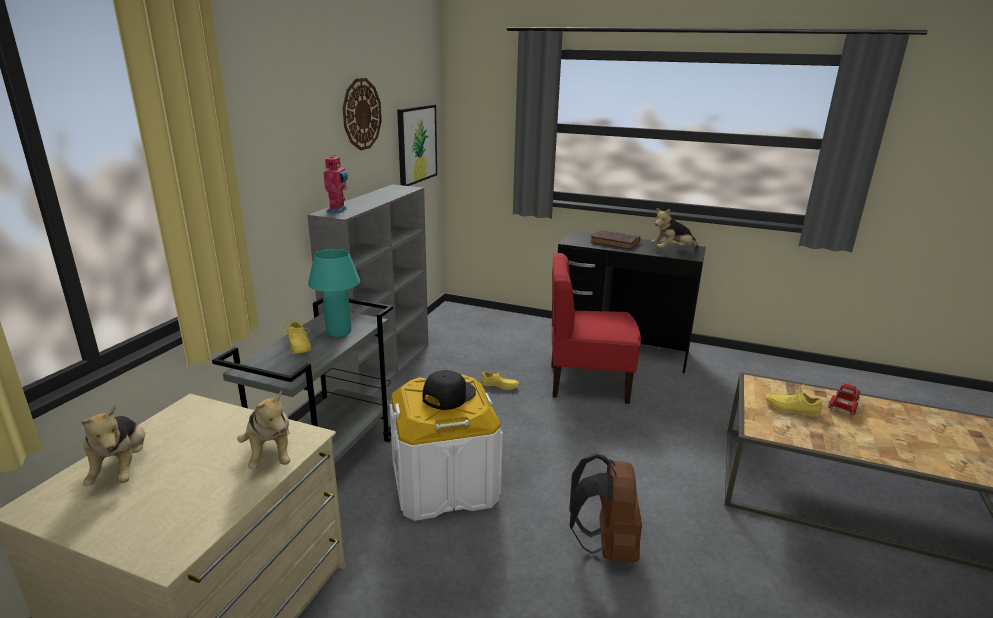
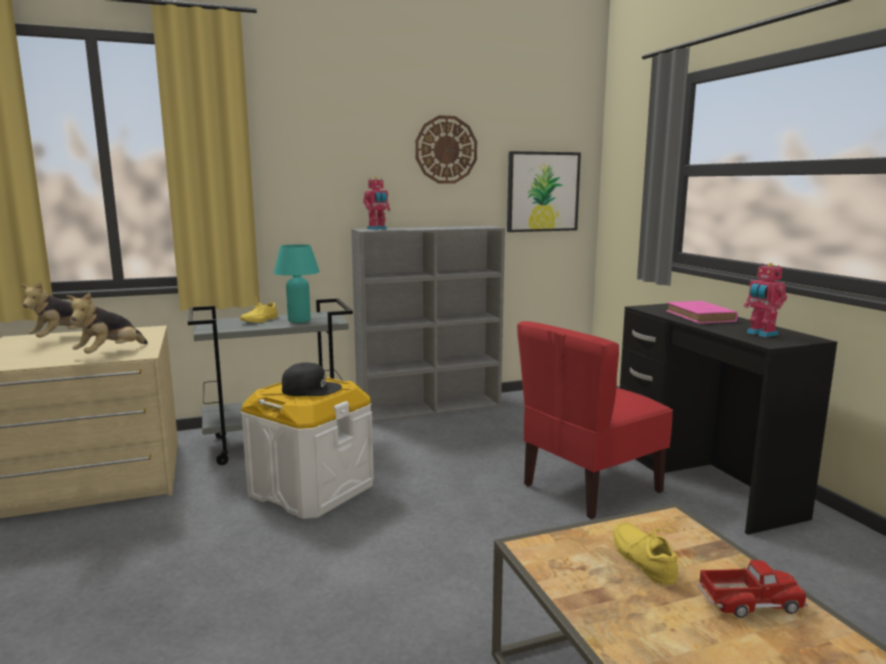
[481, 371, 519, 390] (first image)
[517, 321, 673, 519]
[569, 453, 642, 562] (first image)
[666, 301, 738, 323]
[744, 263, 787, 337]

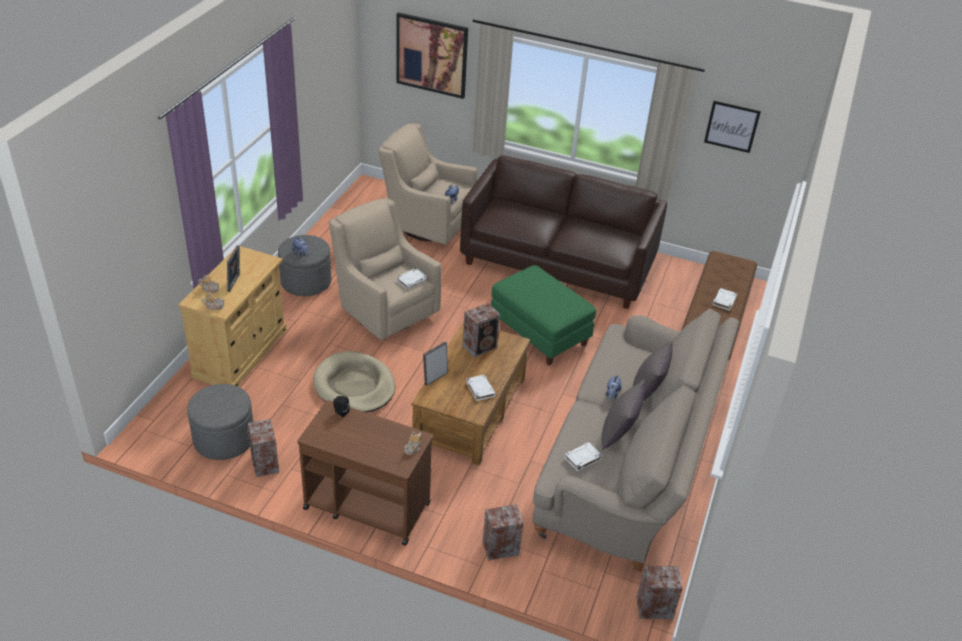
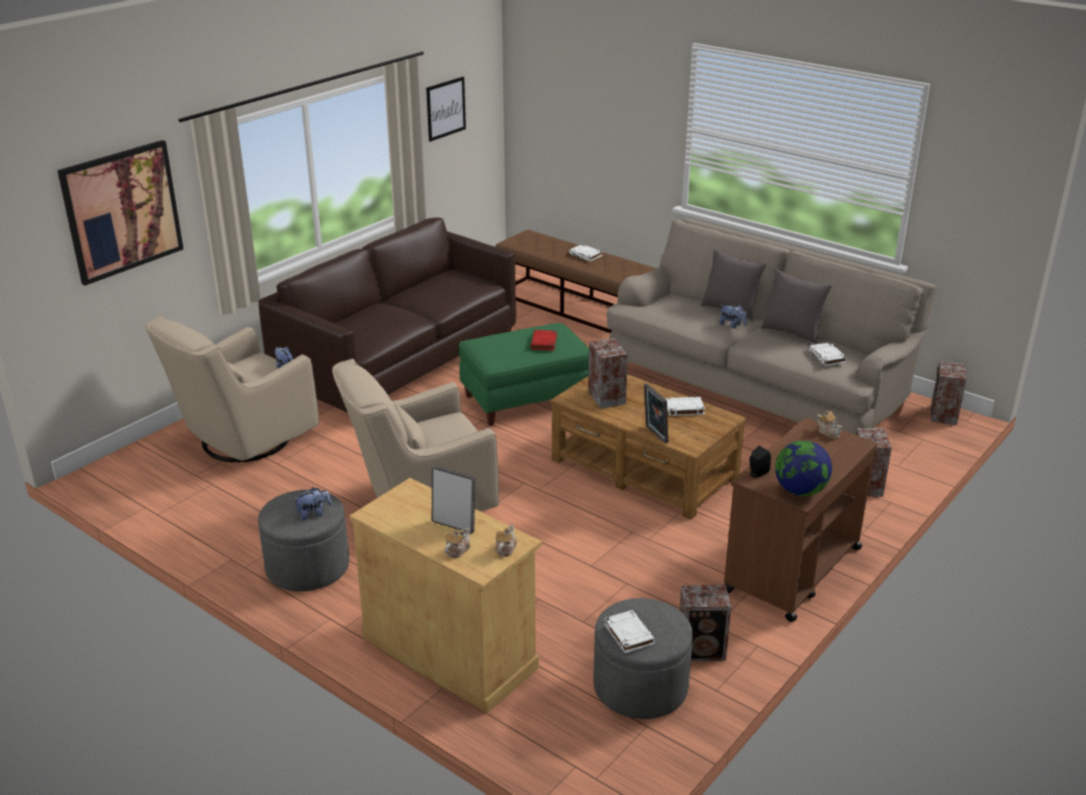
[313, 351, 395, 413] (first image)
[604, 610, 656, 653]
[531, 330, 557, 351]
[775, 440, 832, 496]

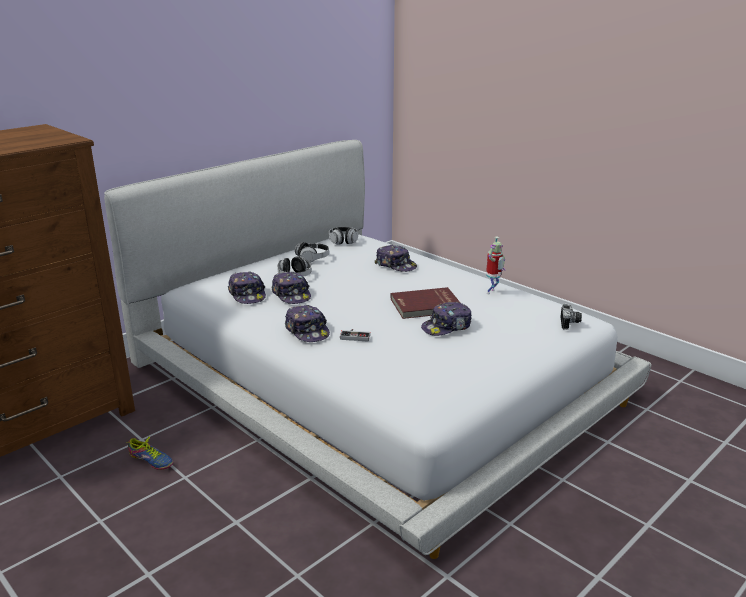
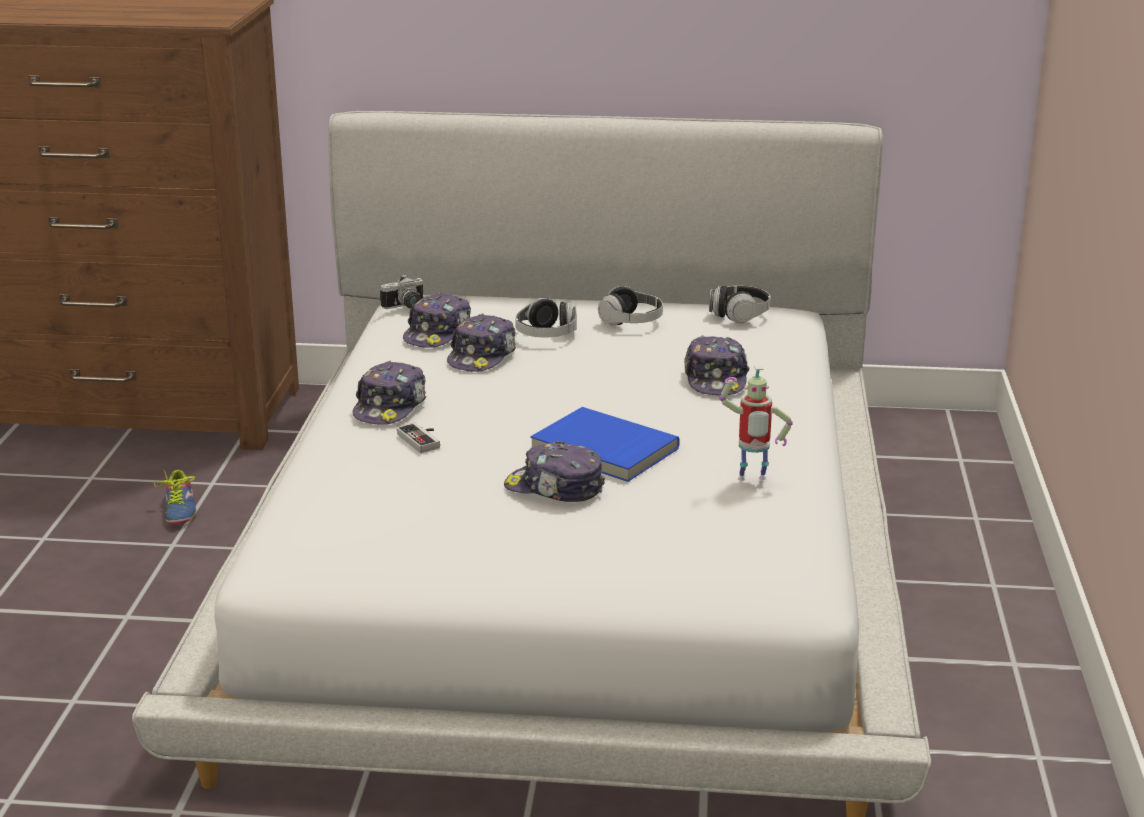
[530, 407, 680, 482]
[380, 274, 423, 309]

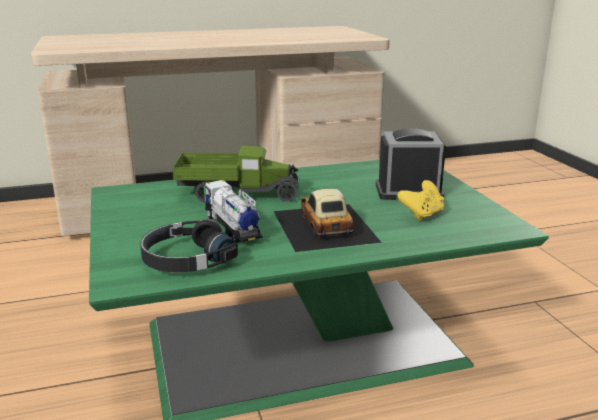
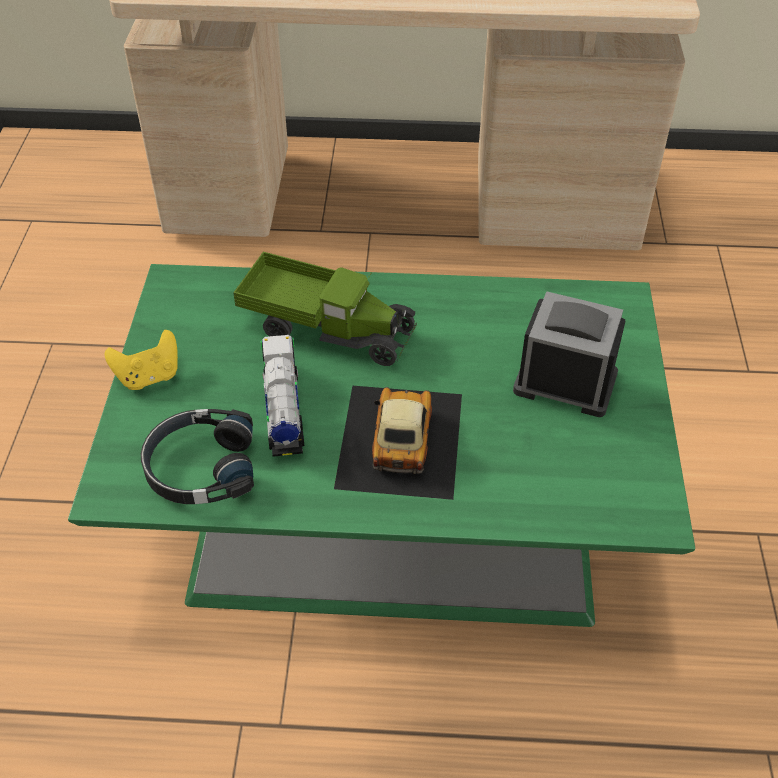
[105, 330, 178, 390]

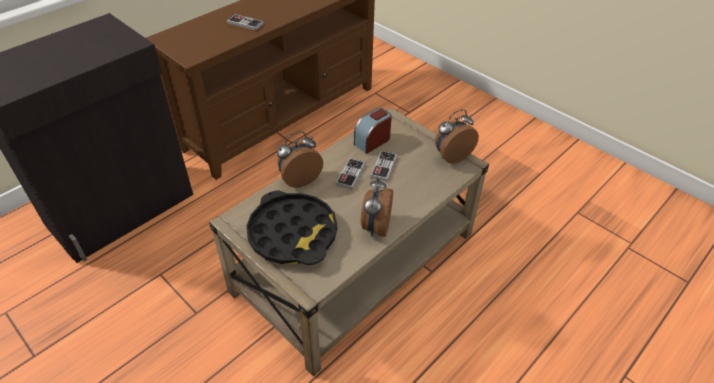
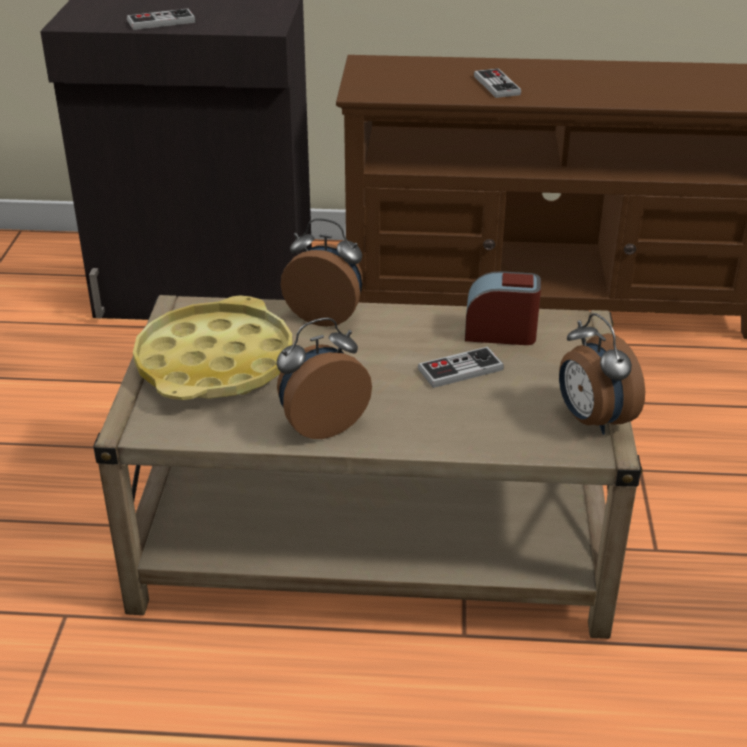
[133, 296, 293, 400]
[127, 9, 196, 30]
[559, 313, 645, 435]

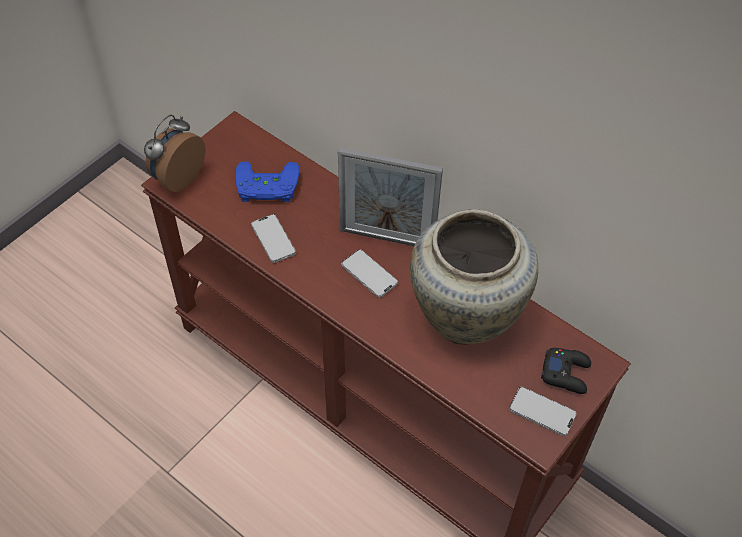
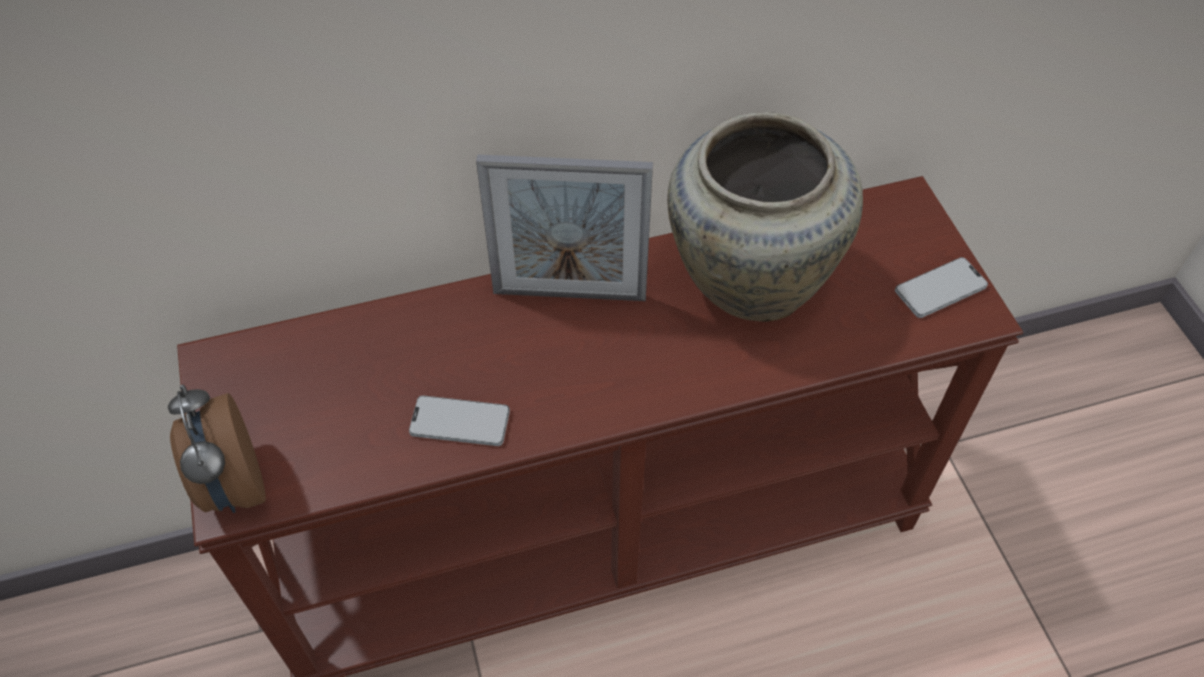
[235, 162, 299, 202] (first image)
[476, 155, 653, 301]
[341, 249, 398, 298] (first image)
[541, 348, 591, 394] (first image)

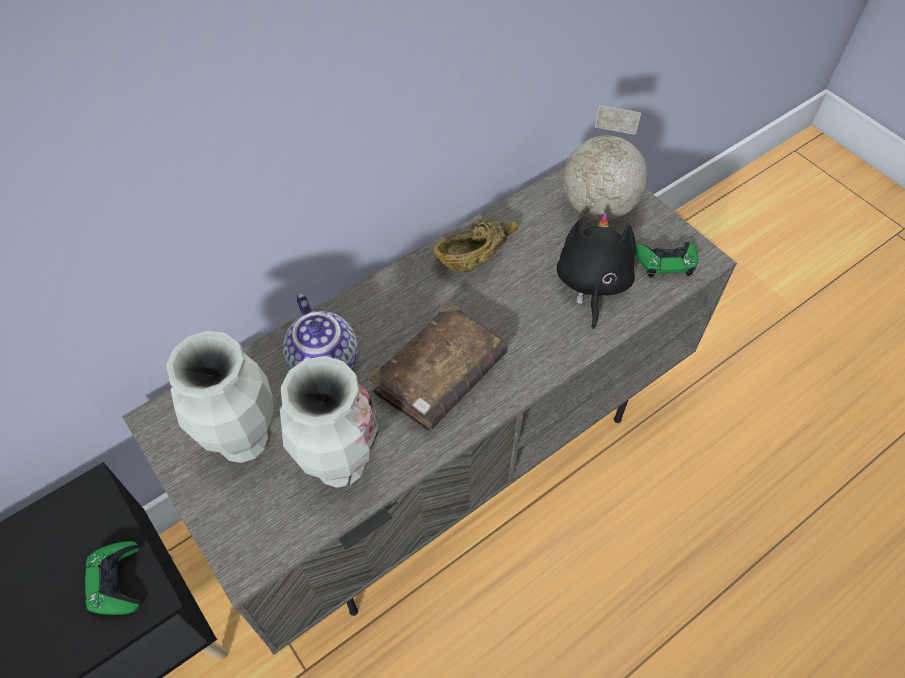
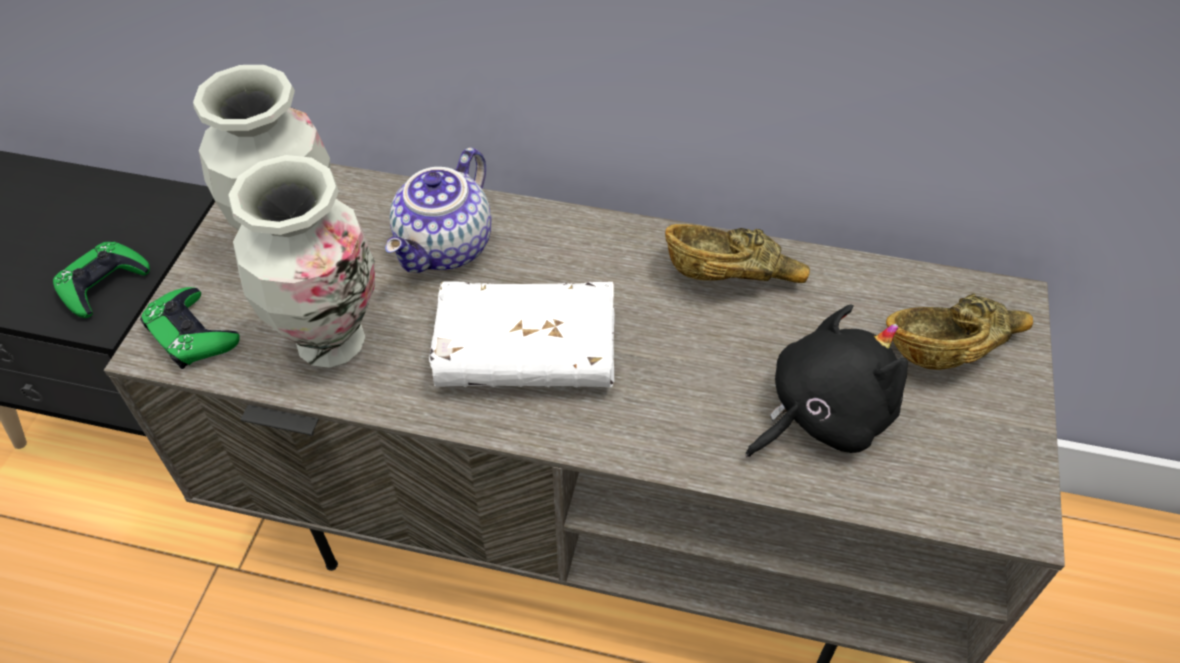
[429, 281, 615, 388]
[886, 294, 1033, 370]
[140, 287, 240, 369]

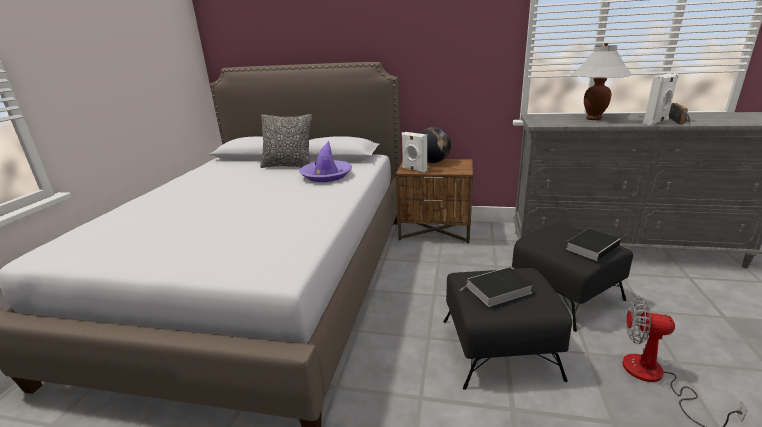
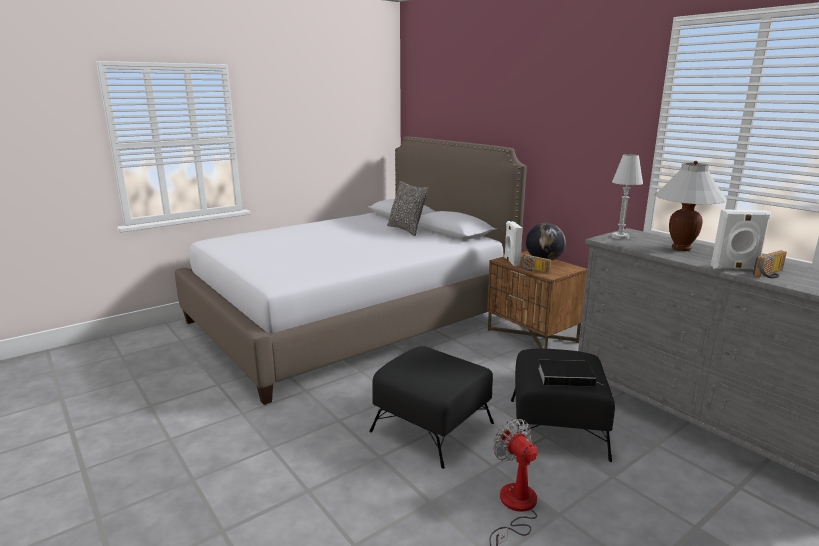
[299, 141, 352, 182] (first image)
[460, 267, 533, 307] (first image)
[520, 254, 552, 273]
[612, 154, 643, 239]

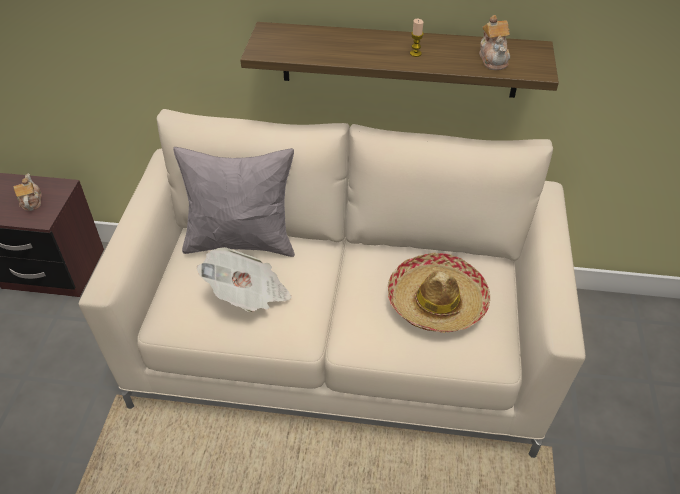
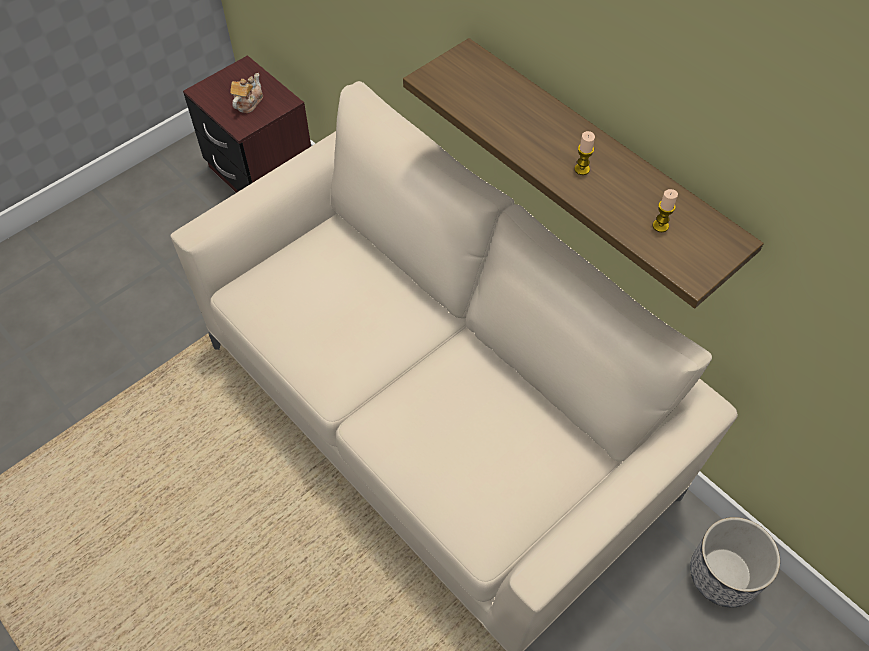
[173, 147, 295, 257] (first image)
[197, 247, 292, 312] (first image)
[388, 253, 490, 333] (first image)
[653, 189, 678, 232]
[690, 517, 780, 607]

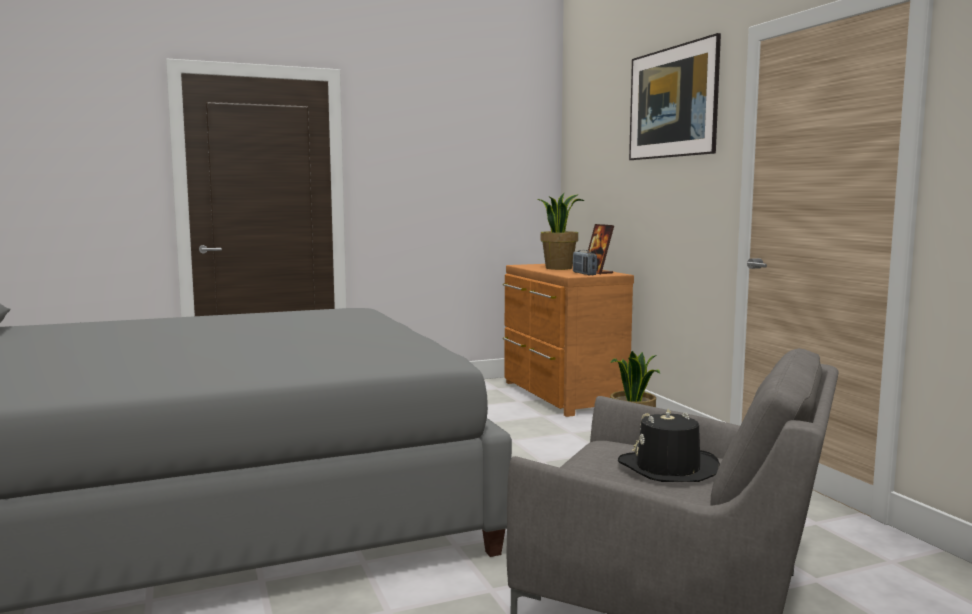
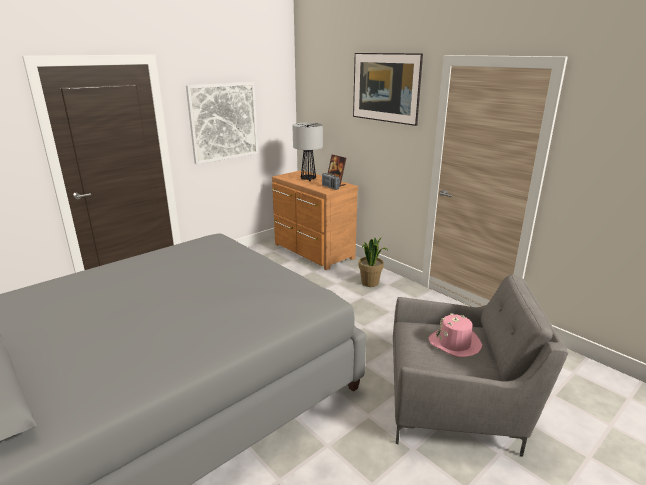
[292, 122, 323, 181]
[428, 313, 482, 357]
[186, 82, 258, 164]

